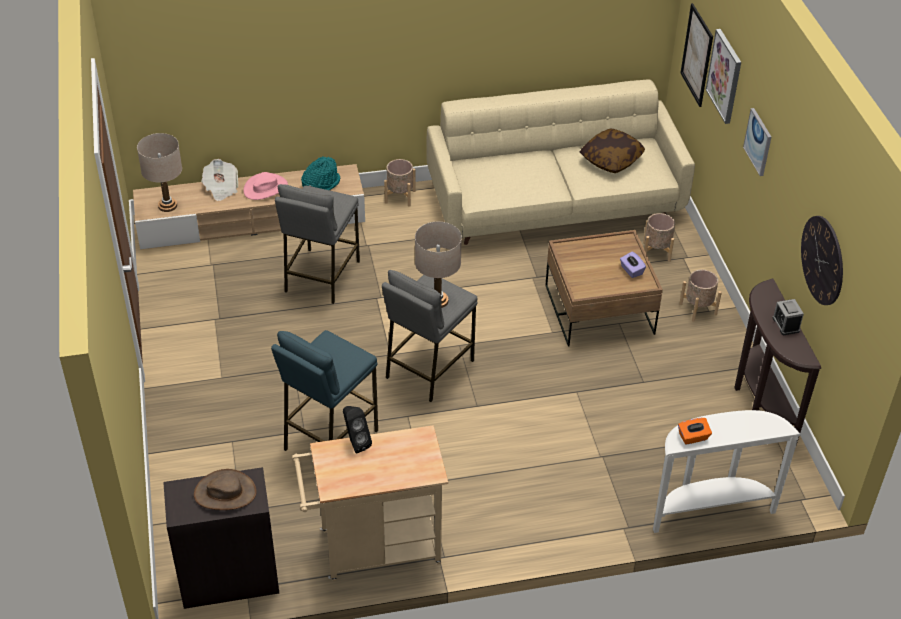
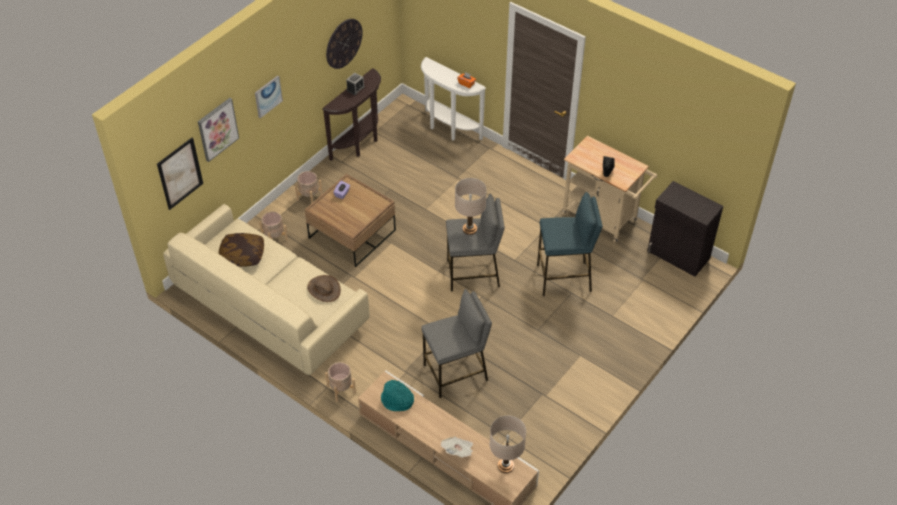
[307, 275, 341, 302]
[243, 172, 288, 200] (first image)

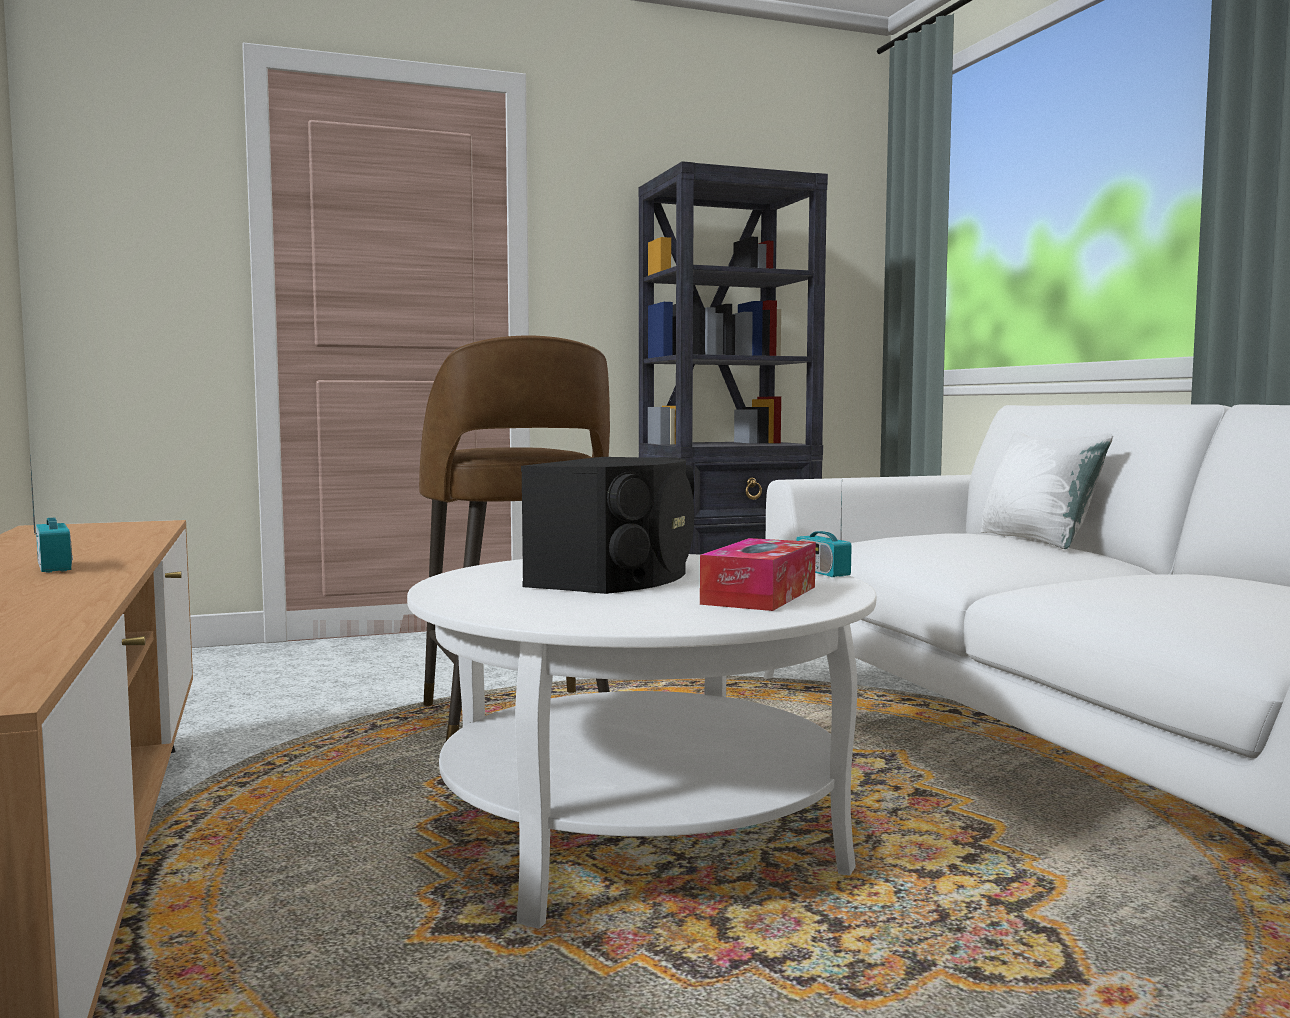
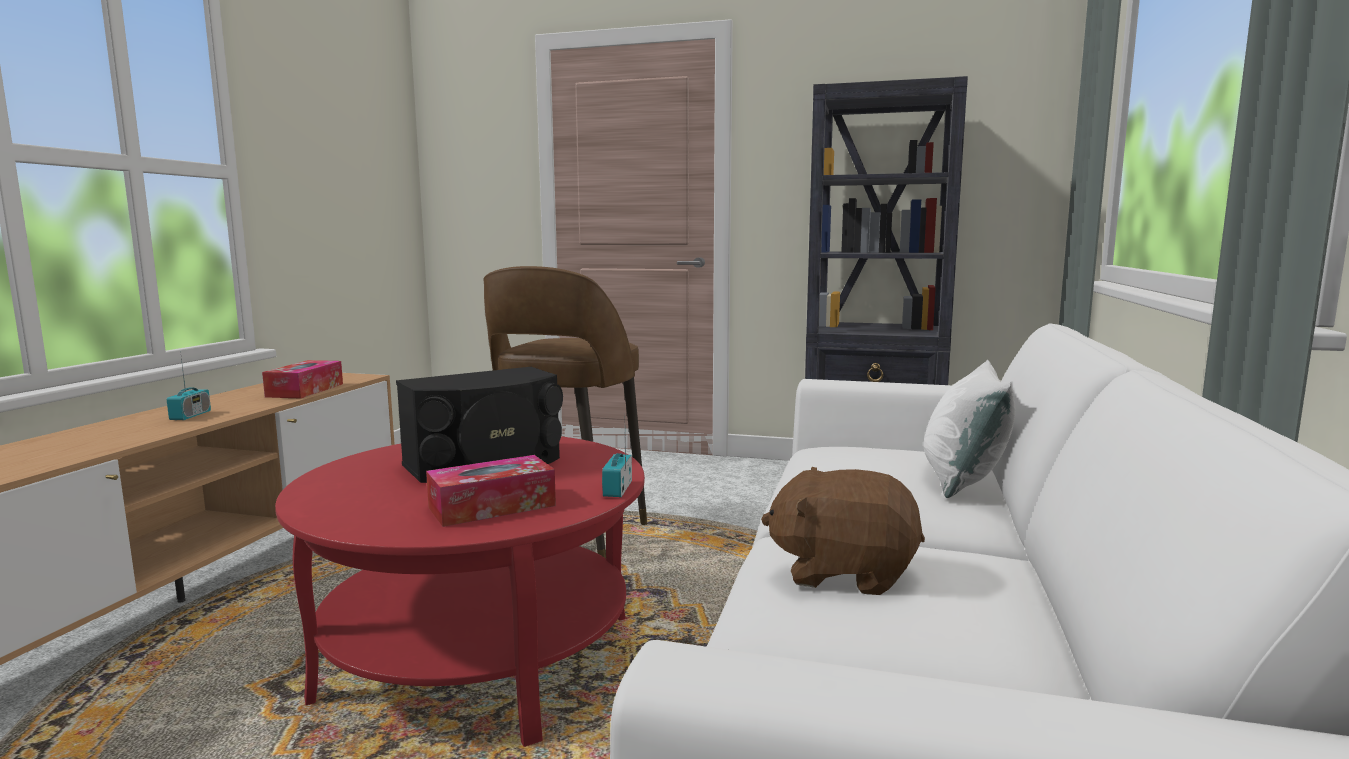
[275, 436, 645, 747]
[262, 360, 343, 398]
[761, 467, 925, 595]

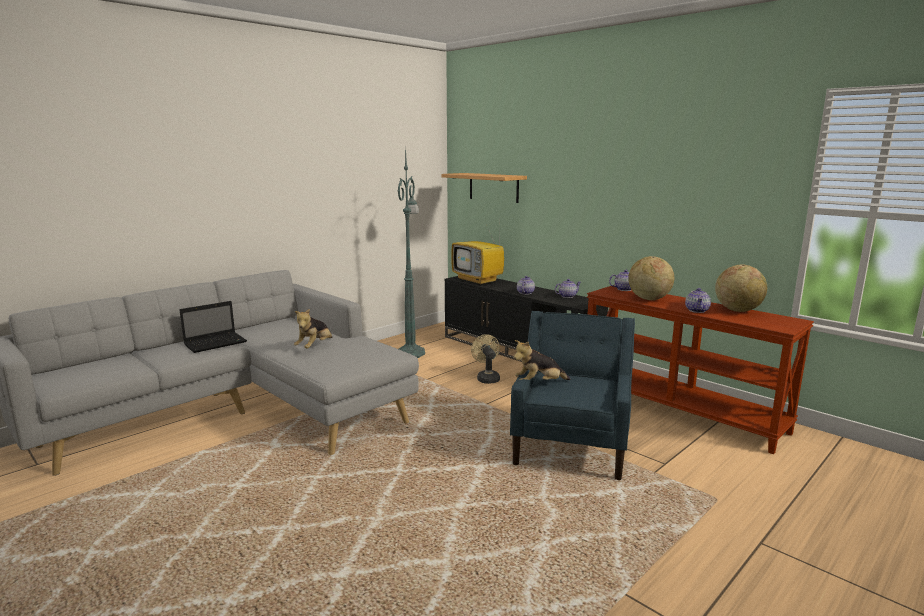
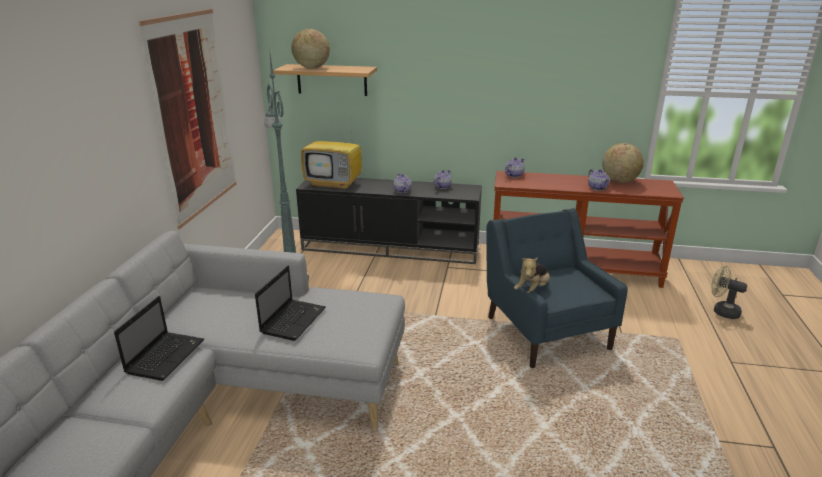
[255, 266, 326, 341]
[711, 266, 747, 319]
[291, 29, 330, 68]
[139, 9, 236, 229]

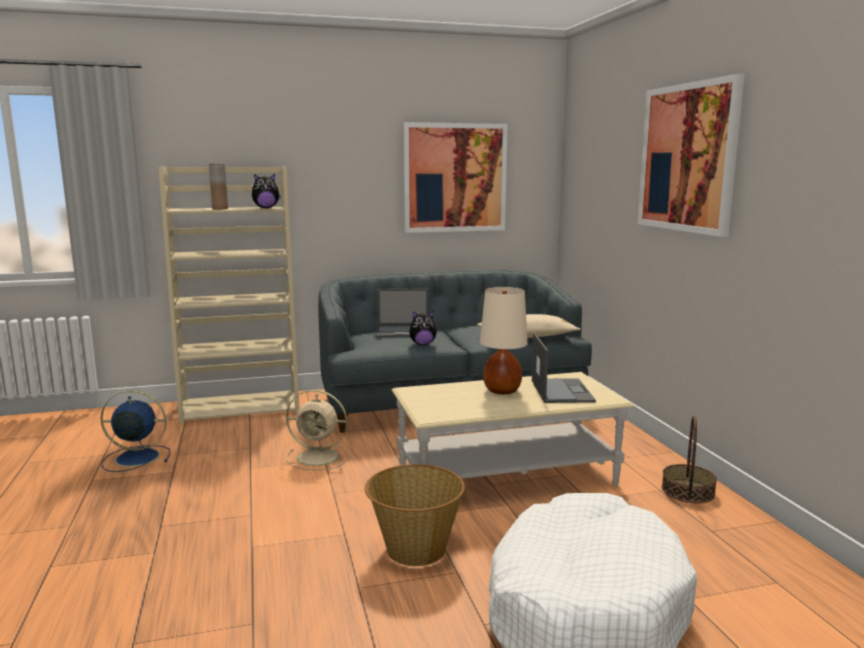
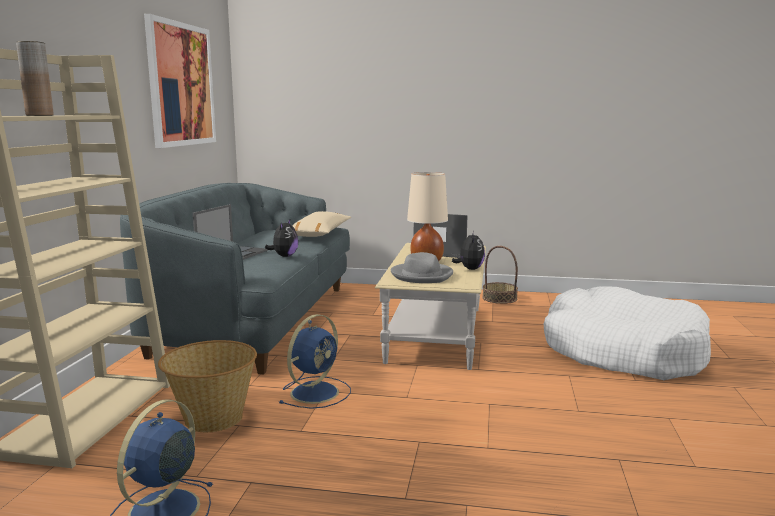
[452, 231, 485, 270]
[279, 314, 351, 409]
[158, 340, 257, 432]
[638, 74, 745, 237] (first image)
[390, 252, 453, 283]

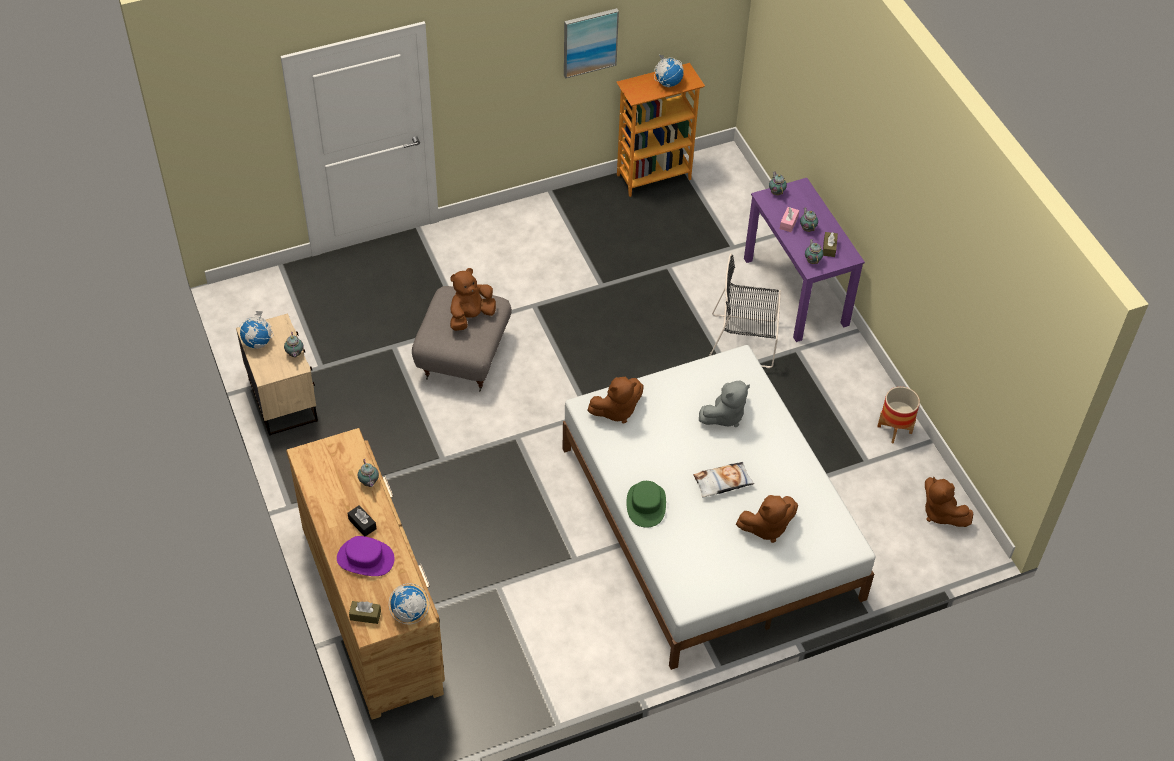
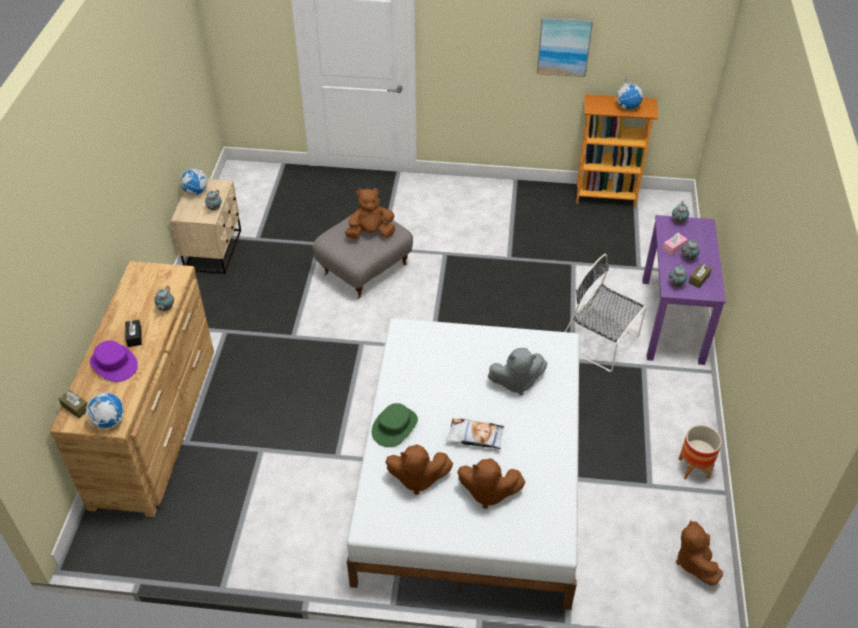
[385, 445, 453, 495]

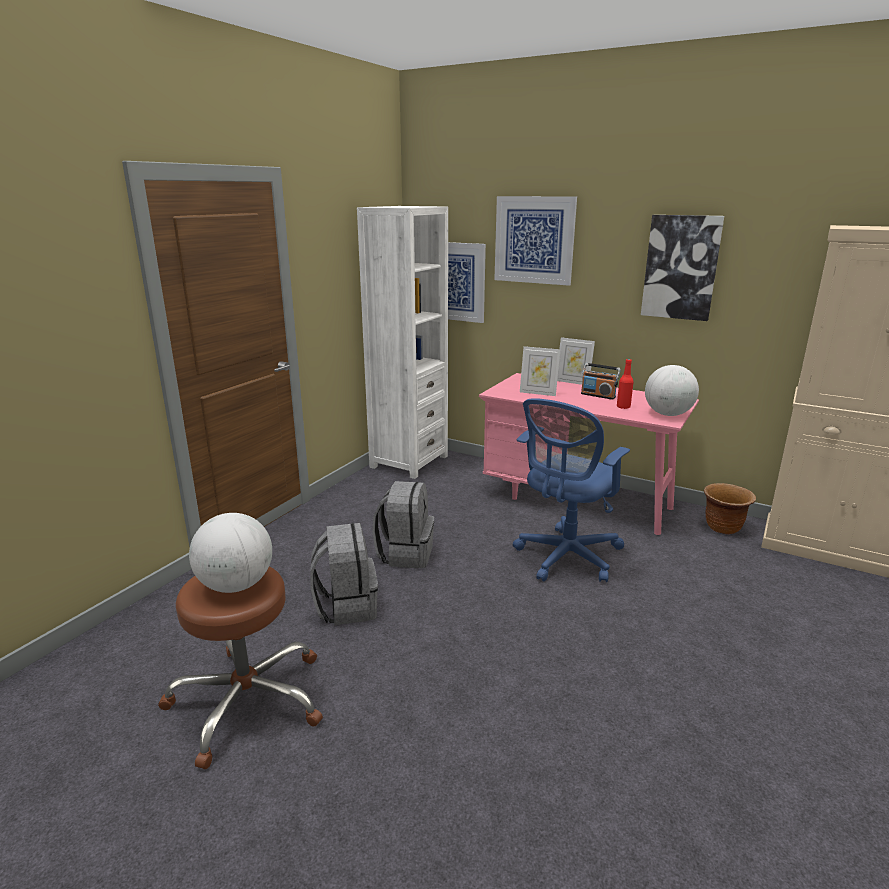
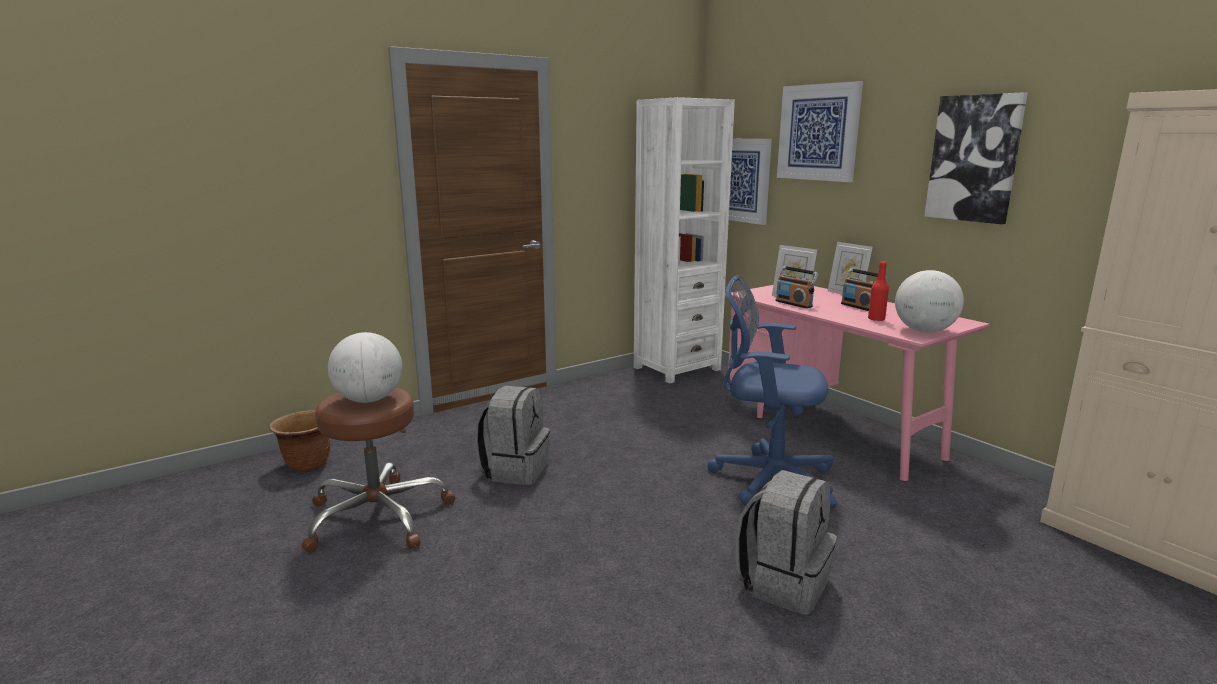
[736, 470, 837, 615]
[708, 275, 837, 508]
[269, 410, 330, 471]
[776, 266, 818, 308]

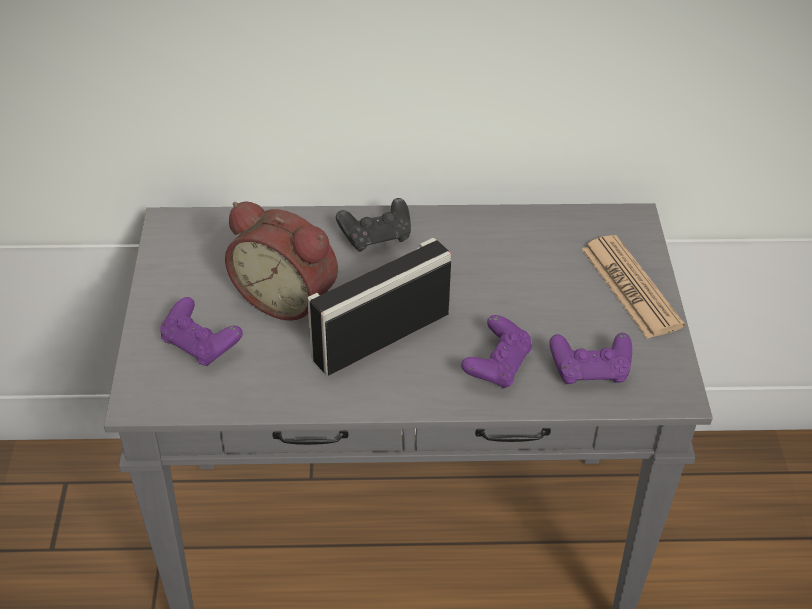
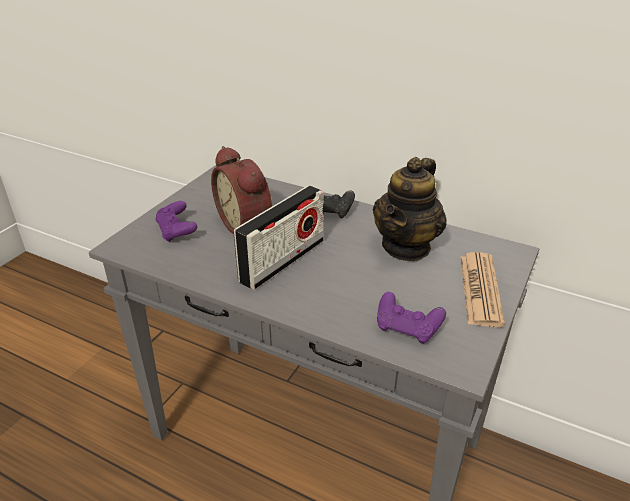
[234, 185, 324, 290]
[461, 315, 532, 389] (first image)
[373, 157, 447, 261]

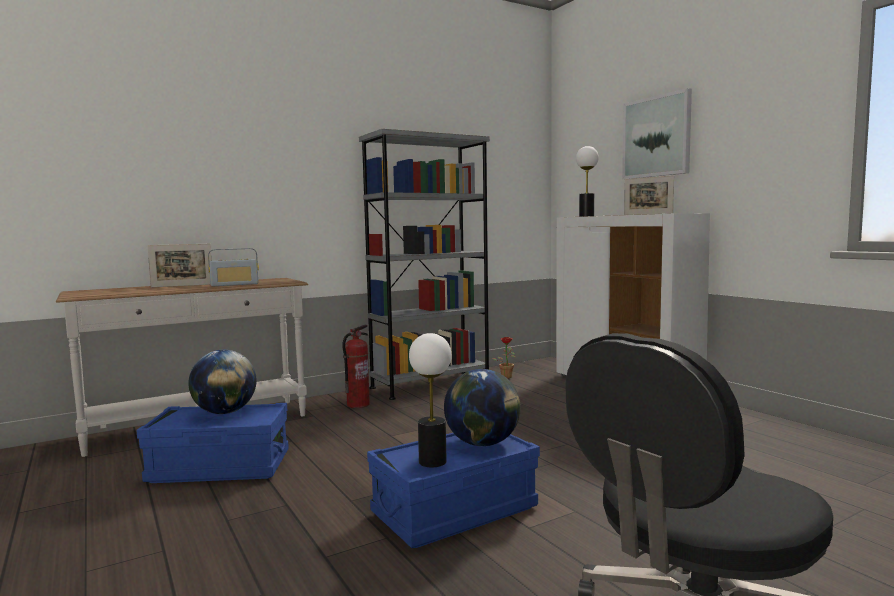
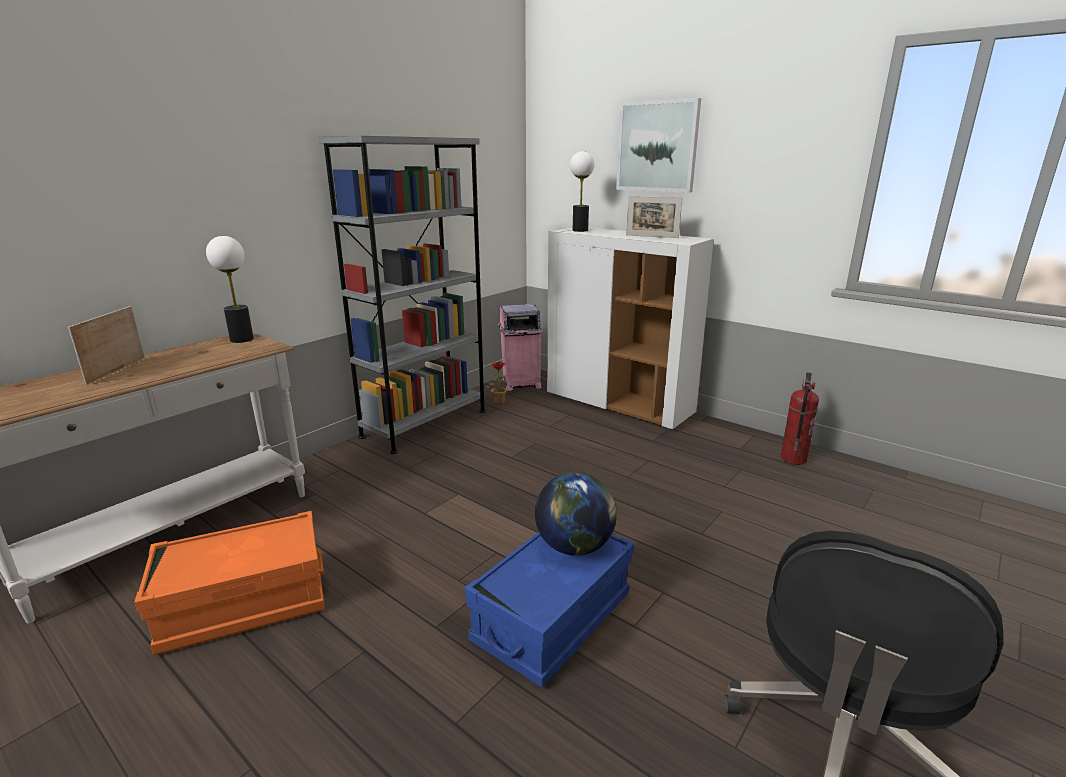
[134, 511, 325, 655]
[68, 306, 145, 385]
[188, 350, 257, 414] (first image)
[208, 248, 259, 286] (first image)
[781, 372, 819, 465]
[206, 236, 254, 343]
[498, 304, 543, 391]

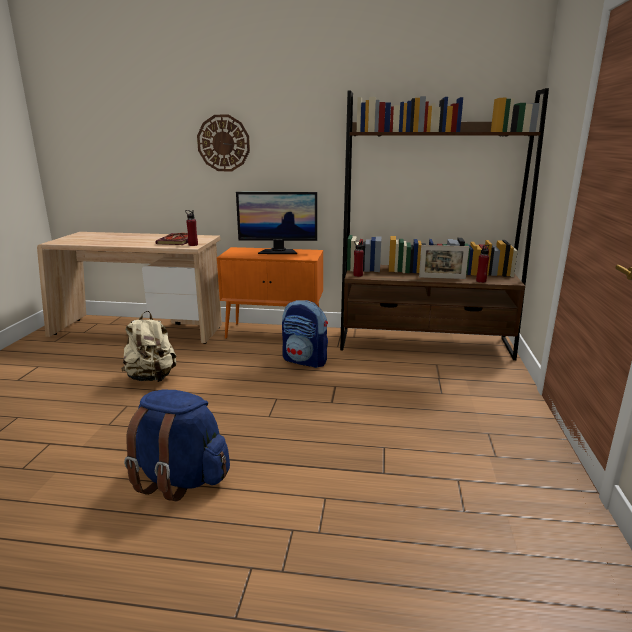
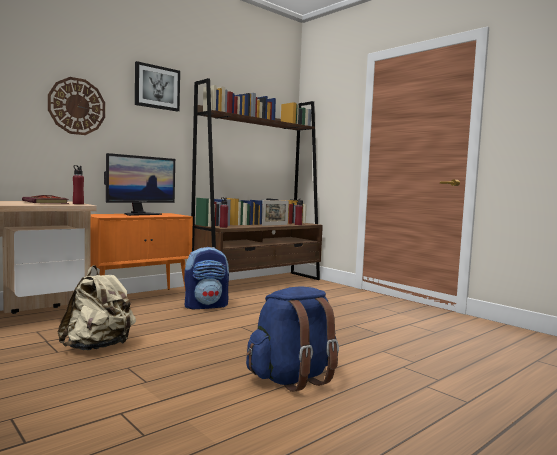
[135, 61, 180, 112]

